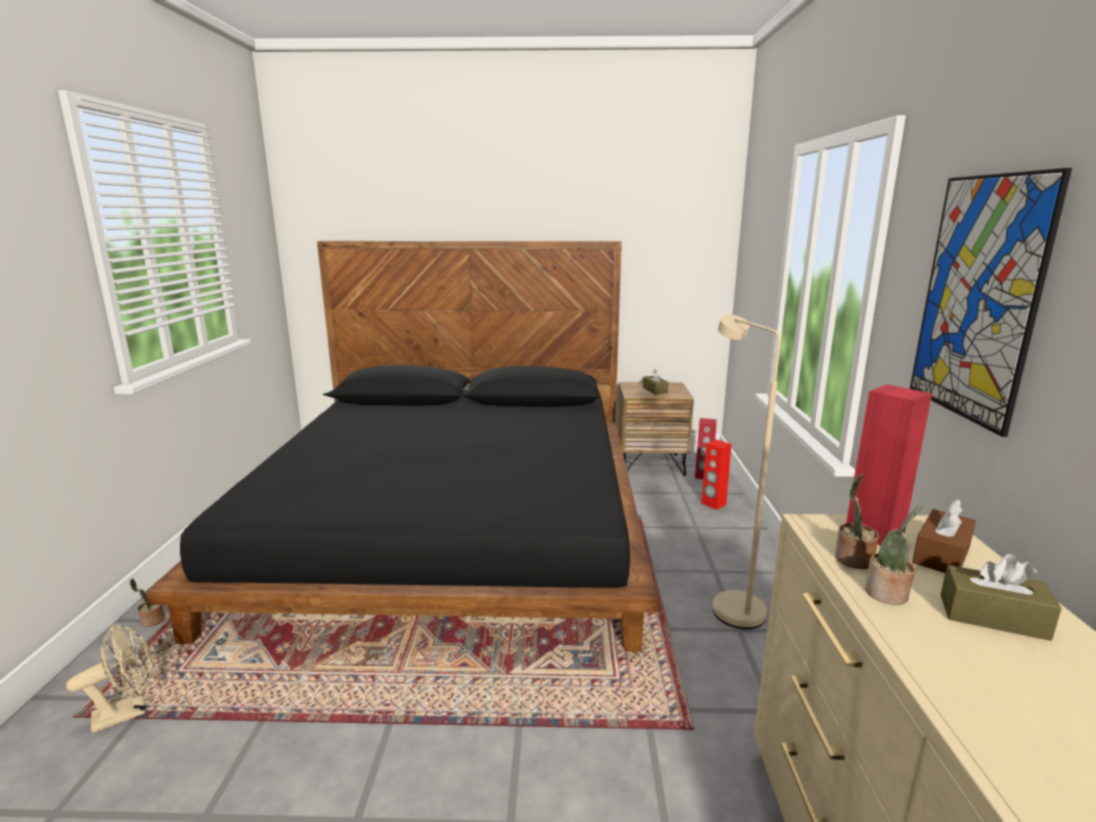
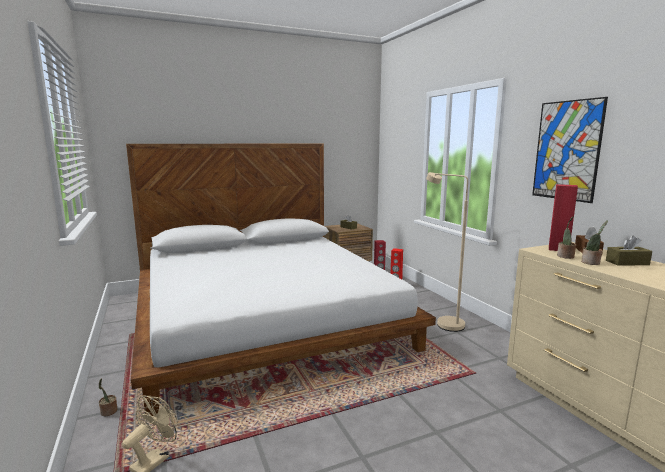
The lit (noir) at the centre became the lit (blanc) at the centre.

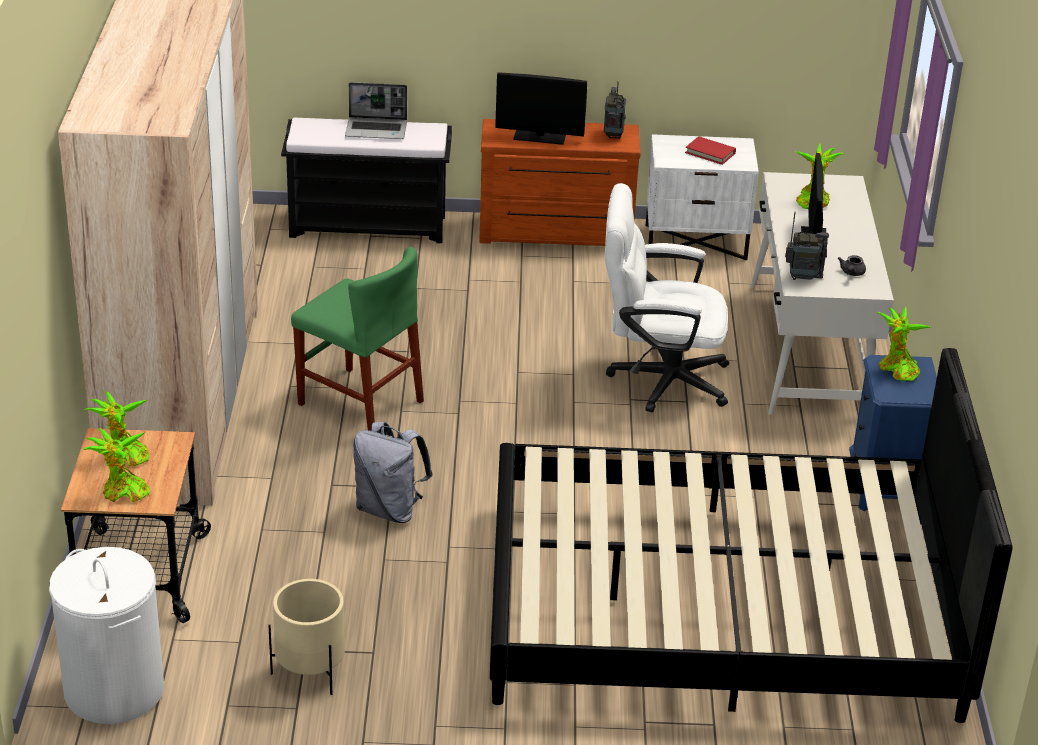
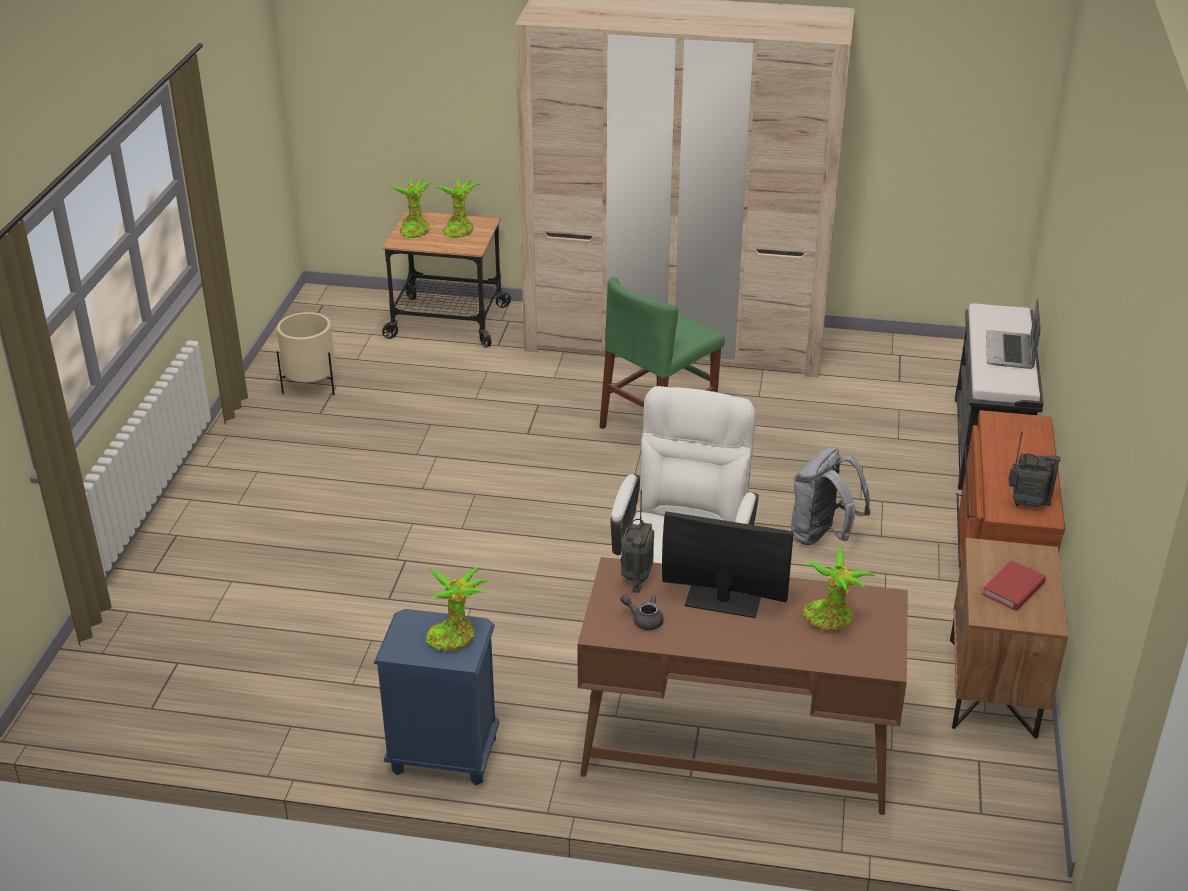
The écran d'ordinateur (1st from left) at the top centre disappeared. The table de chevet (blanc) at the top right became the table de chevet (marron) at the bottom right. The bureau (blanc) at the middle right became the bureau (marron) at the bottom centre. The lit (noir) at the bottom right disappeared. The sac à dos (gris) moved from the centre to the middle right. The panier à linge (blanc) at the bottom left disappeared.

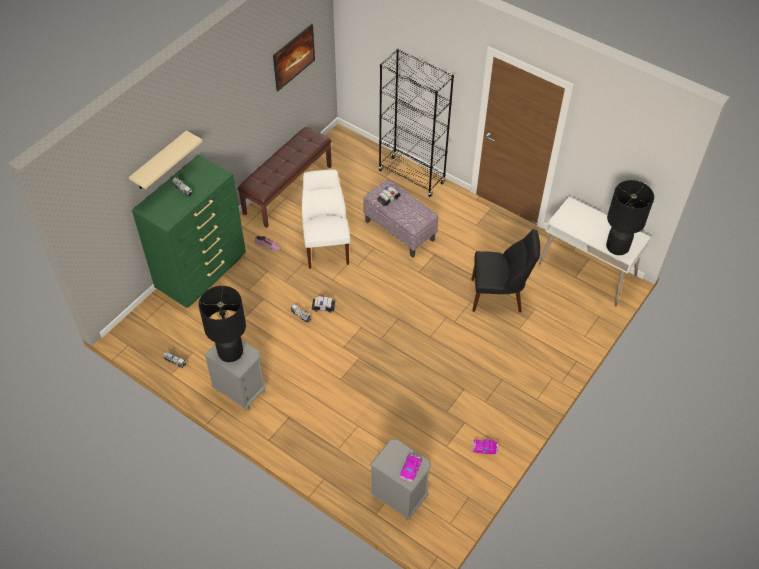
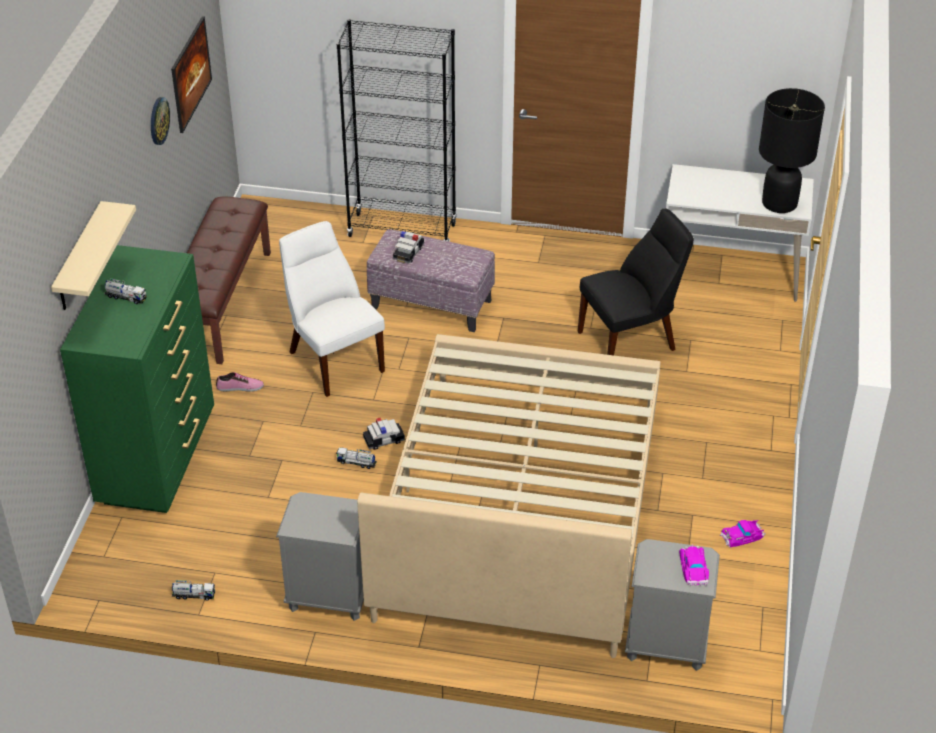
The lampe de table (noir) (1st from left) at the middle left disappeared. The horloge murale at the top left appeared. The lit (beige) at the bottom centre appeared.

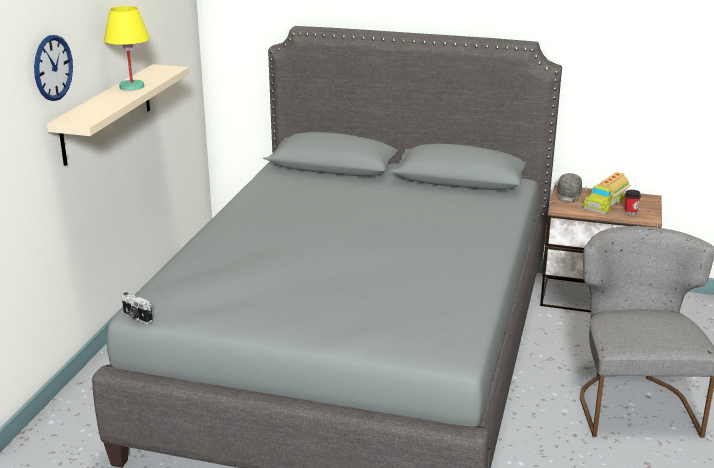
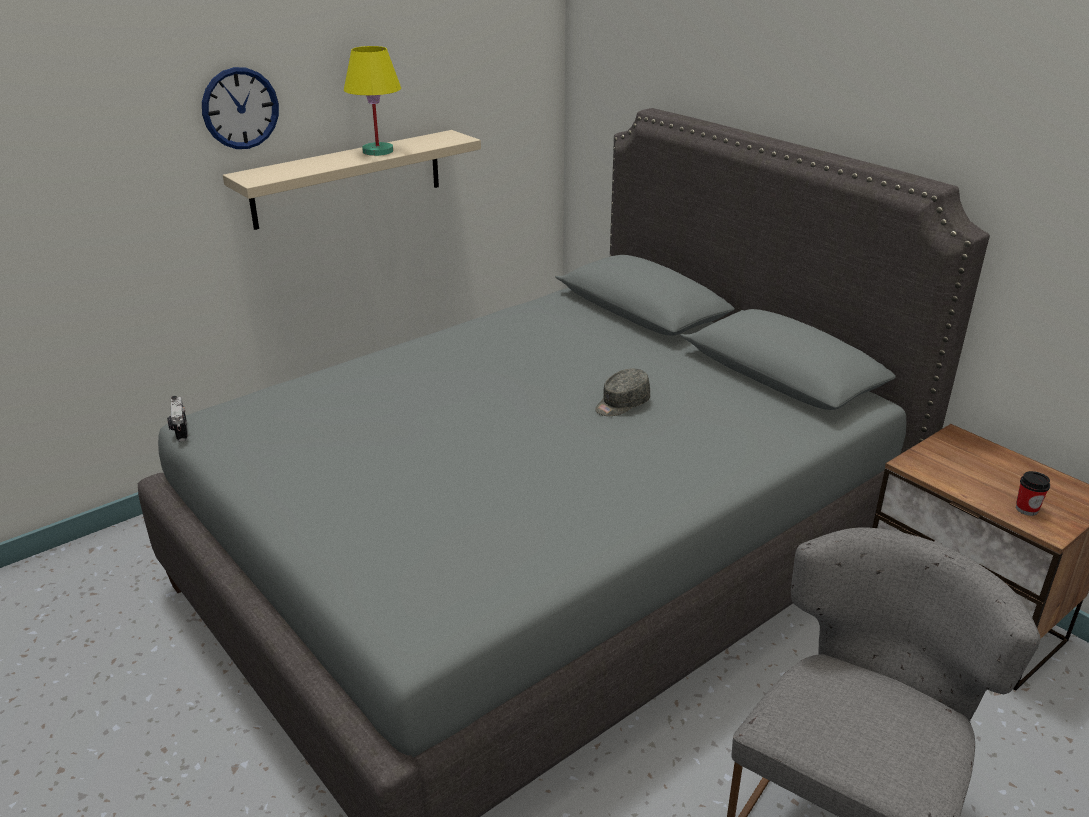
The camion jouet at the middle right disappeared. The casquette (gris) moved from the middle right to the centre.

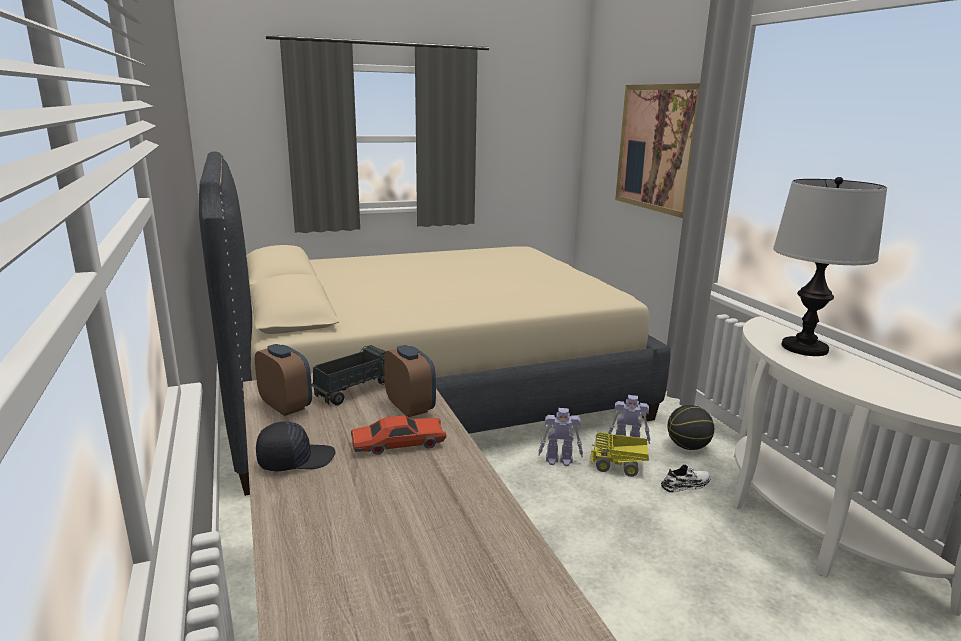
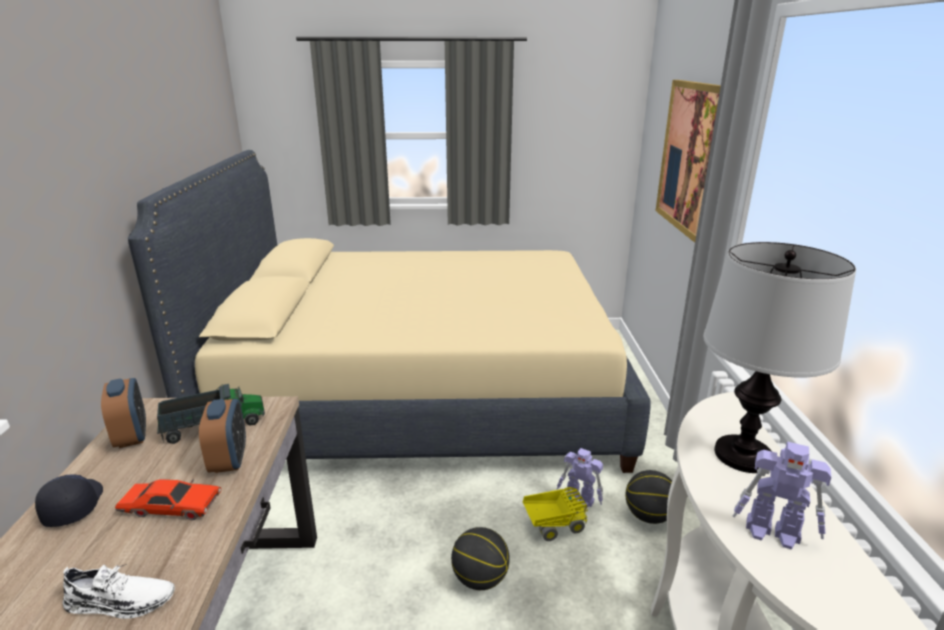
The robot jouet (1st from left in the first image) moved from the bottom centre to the bottom right. The casquette (noir) at the bottom left turned 105 degrees counterclockwise. The camion jouet (2nd from left) at the bottom centre turned 135 degrees clockwise. The chaussure (blanc) moved from the bottom right to the bottom left. The ballon de basket (1st from left) at the bottom centre appeared.

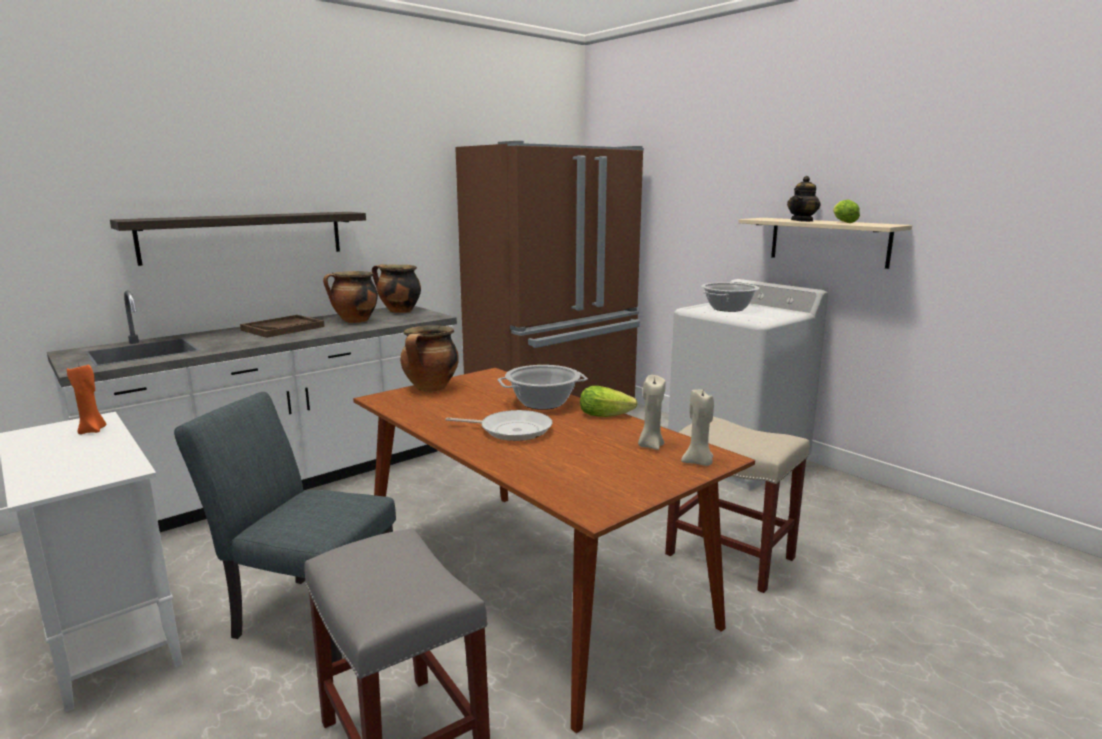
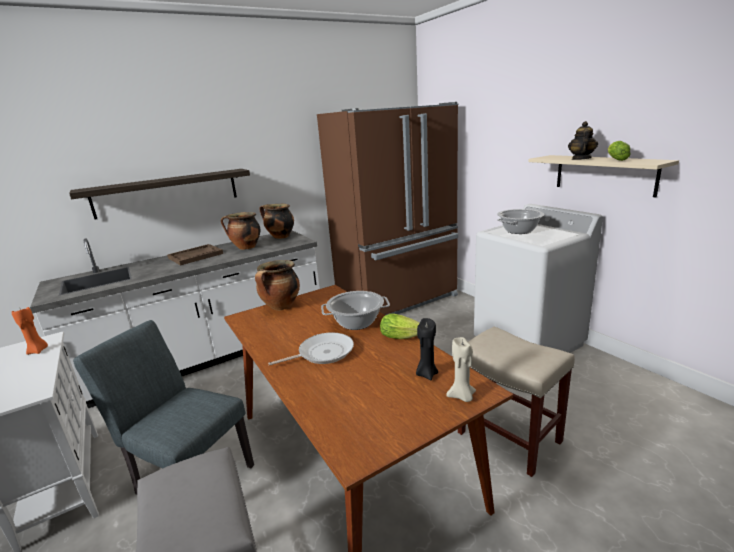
The théière at the top right turned 150 degrees clockwise. The bougie (beige) (1st from left) at the centre became the bougie (noir) at the centre. The poêle at the centre turned 45 degrees counterclockwise.

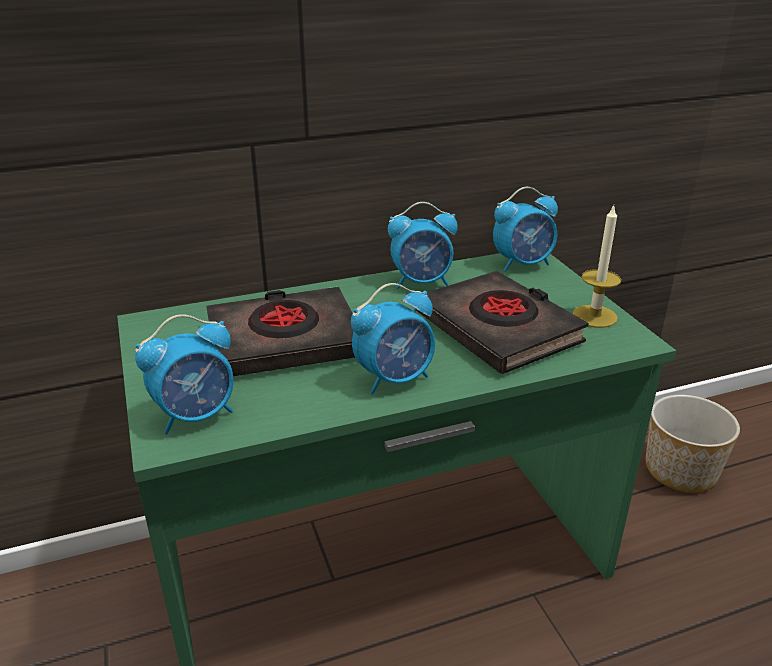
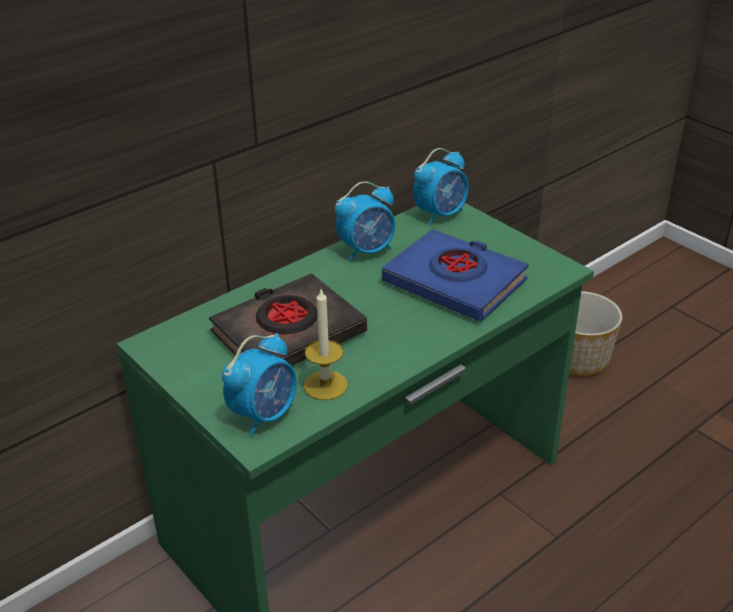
The bougie moved from the middle right to the centre. The livre (noir) (2nd from left) at the centre became the livre (bleu) at the centre. The réveil (2nd from left) at the centre disappeared.

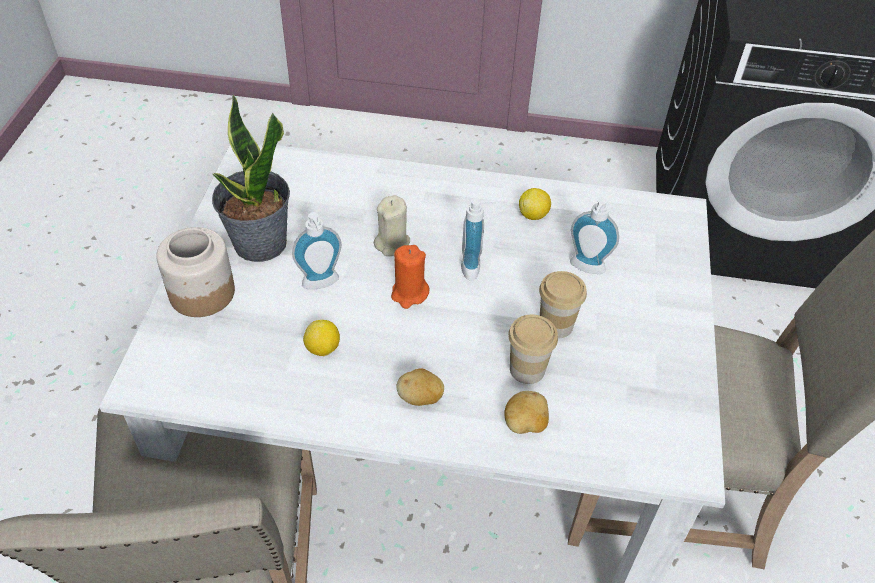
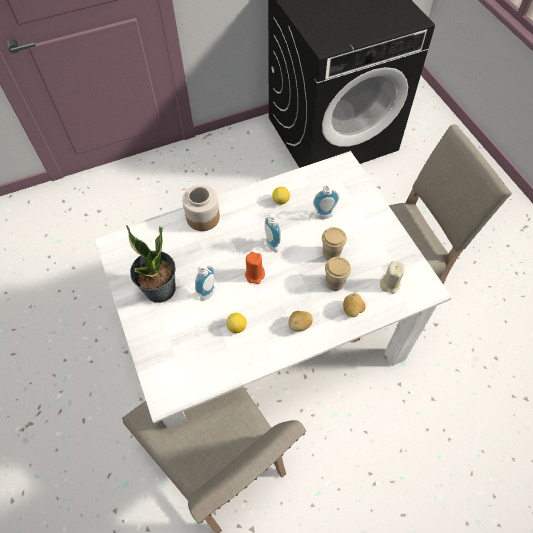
The bougie (beige) moved from the centre to the middle right. The bocal moved from the middle left to the centre.

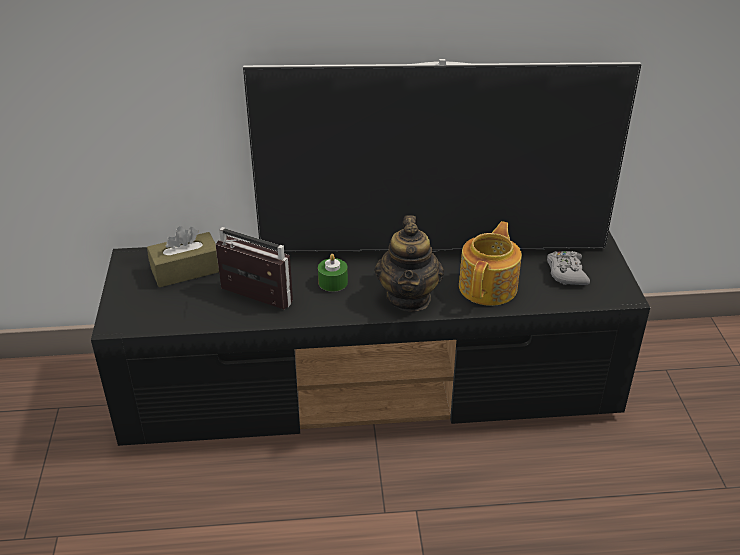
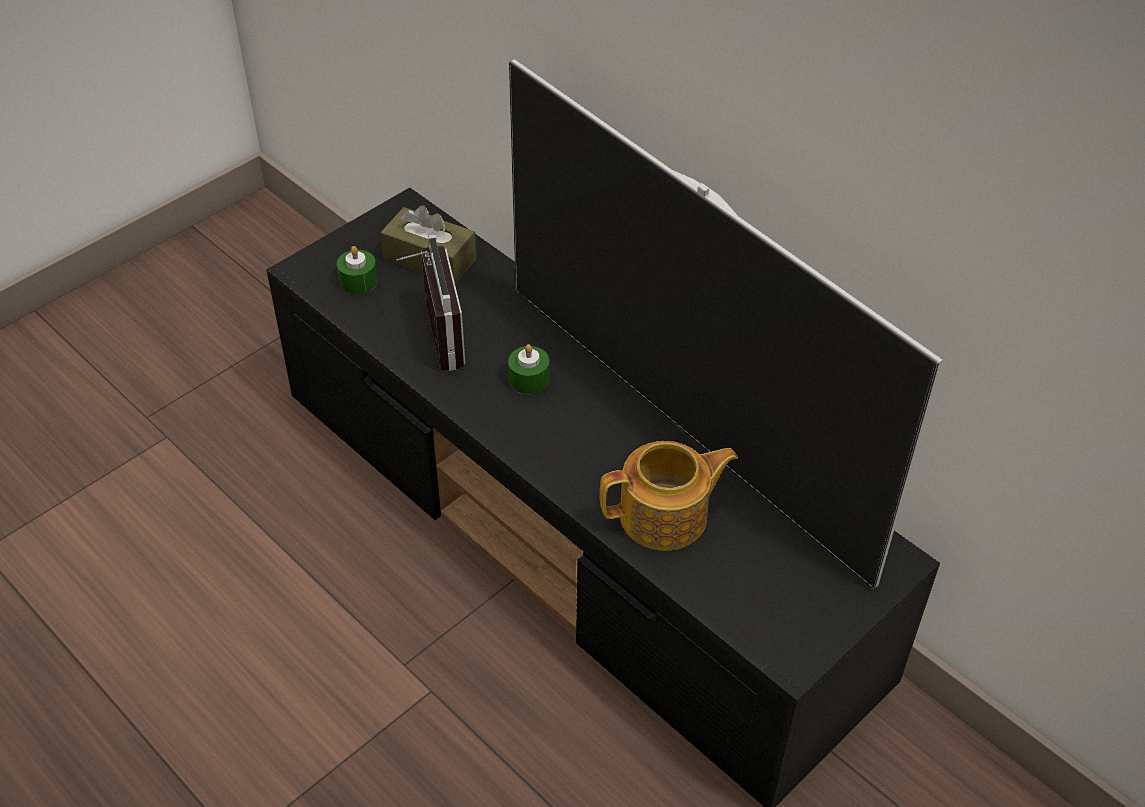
The théière (1st from left) at the centre disappeared. The manette (gris) at the middle right disappeared. The bougie (vert) (1st from left) at the middle left appeared.

